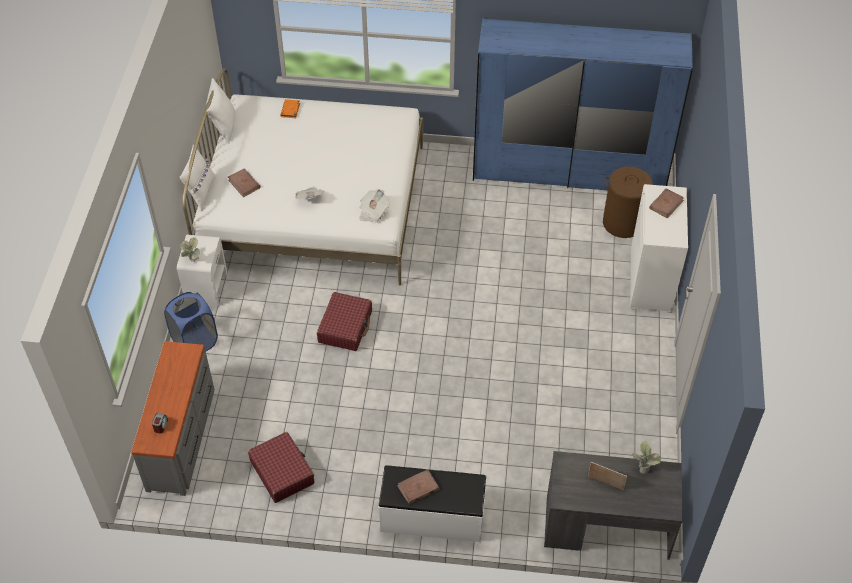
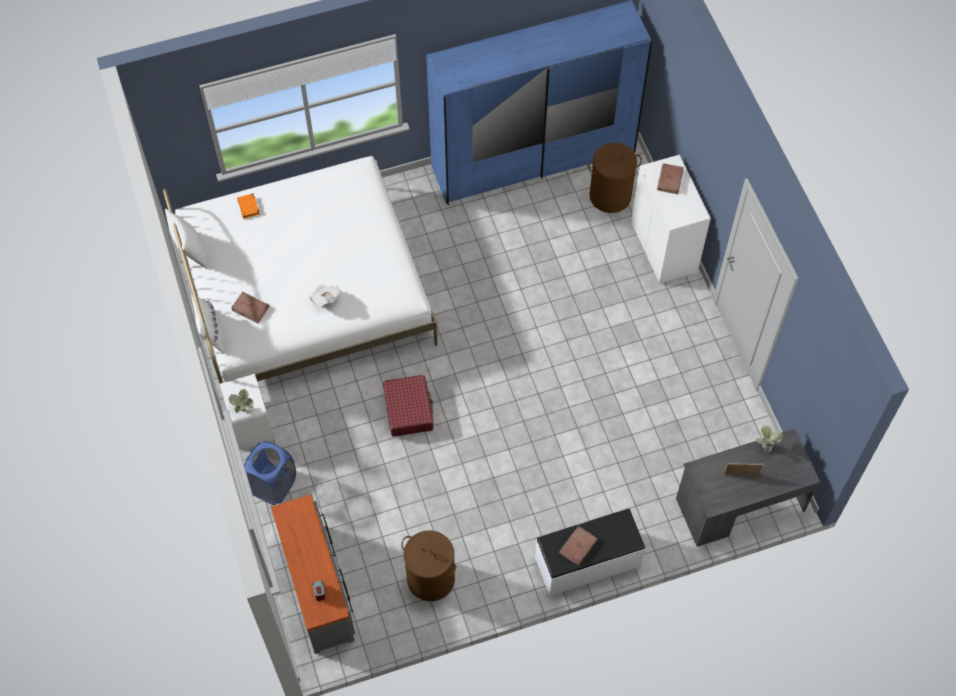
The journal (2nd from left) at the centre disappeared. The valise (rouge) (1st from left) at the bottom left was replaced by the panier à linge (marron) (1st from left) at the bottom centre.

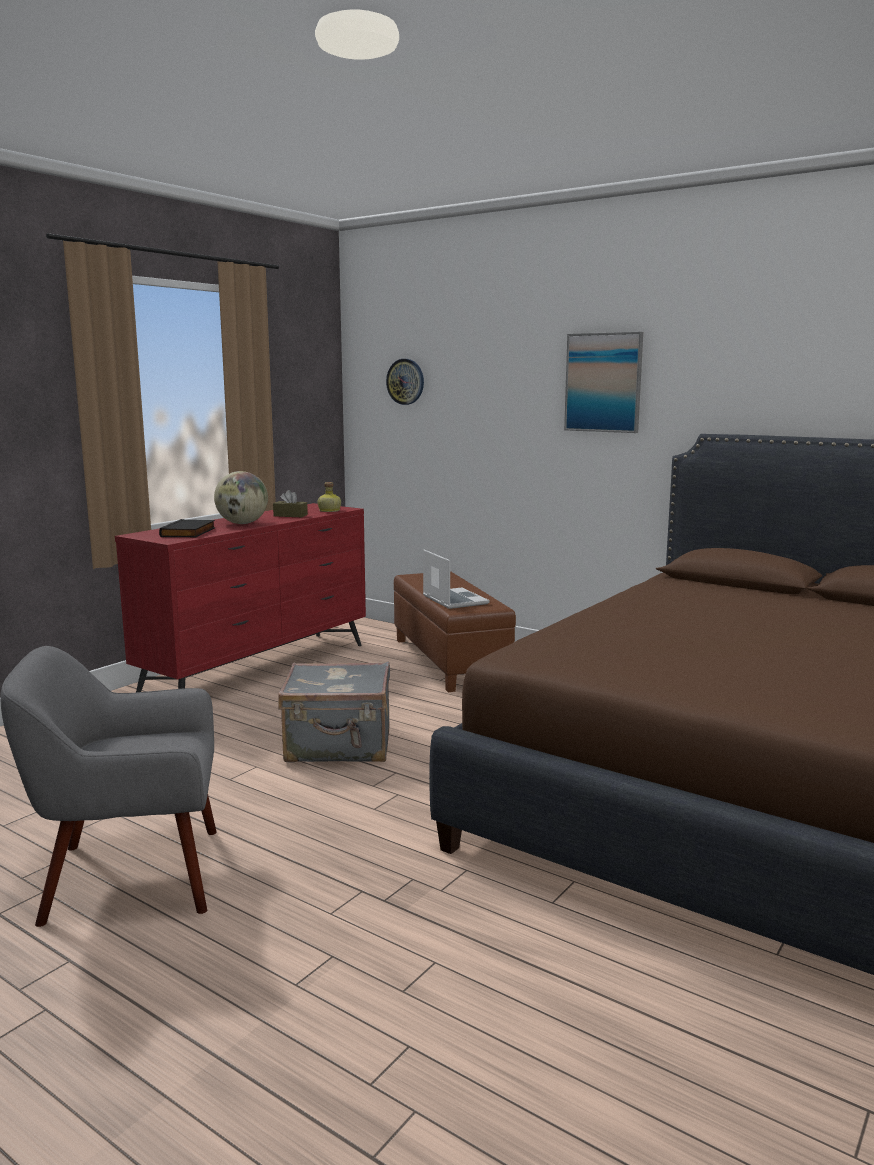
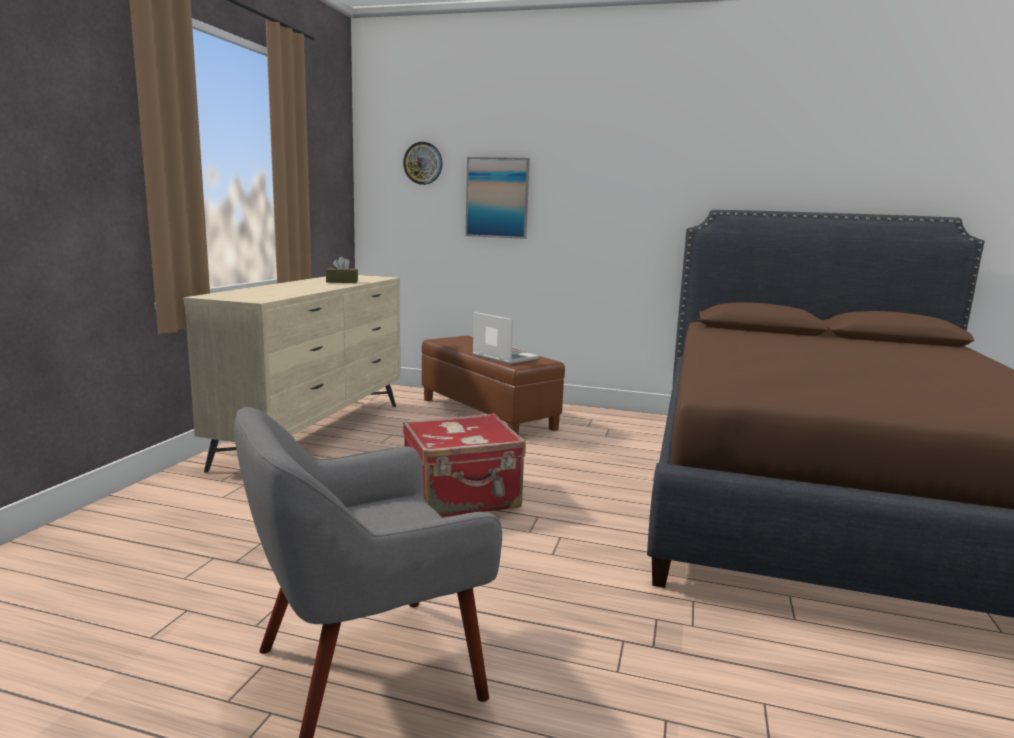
The tableau moved from the top right to the top centre. The globe at the middle left disappeared. The bouteille at the centre disappeared. The commode (rouge) at the middle left became the commode (beige) at the middle left. The livre (noir) at the middle left disappeared. The valise (gris) at the centre became the valise (rouge) at the centre.

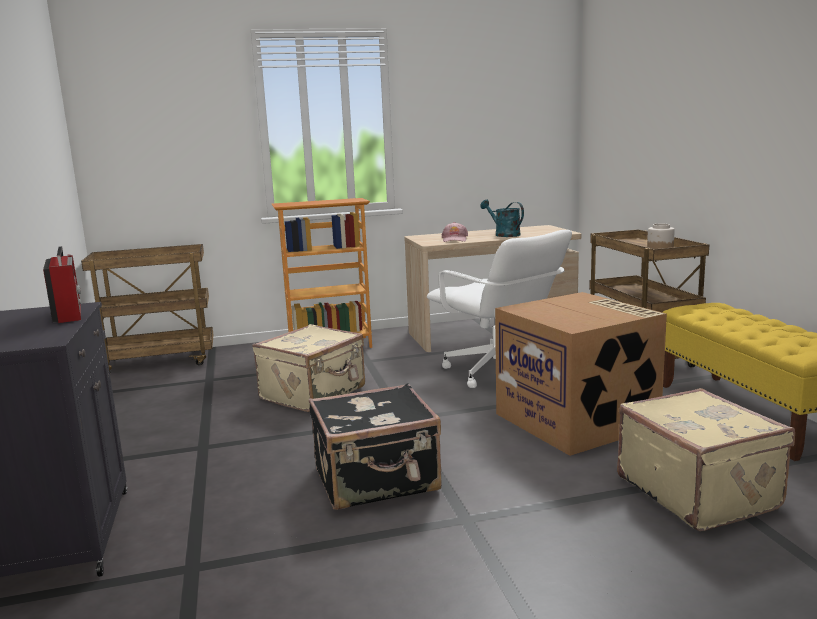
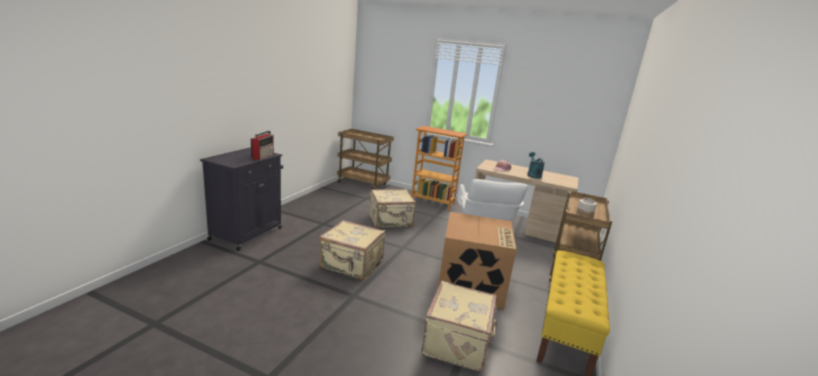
The valise (noir) at the bottom centre became the valise (beige) (1st from left) at the centre.

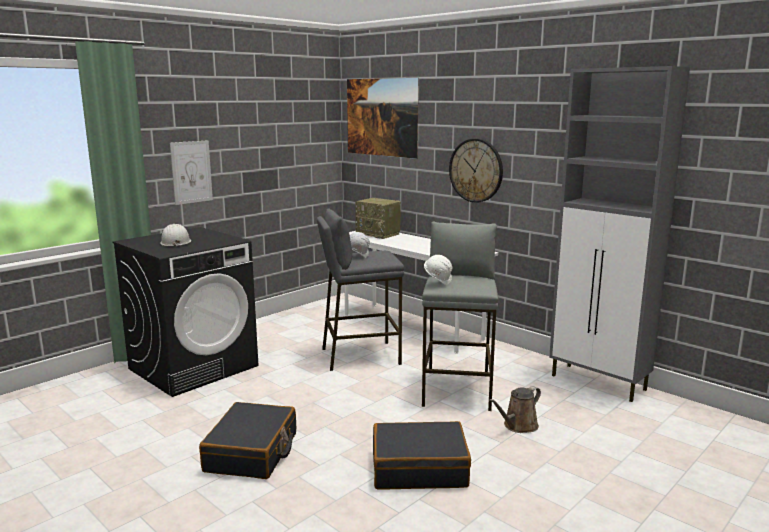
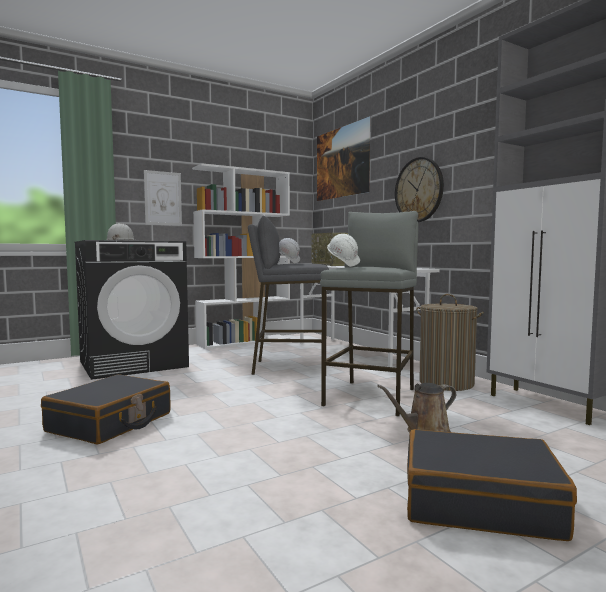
The valise (noir) (2nd from left) moved from the bottom centre to the bottom right. The bibliothèque (blanc) at the centre appeared. The panier à linge at the middle right appeared.

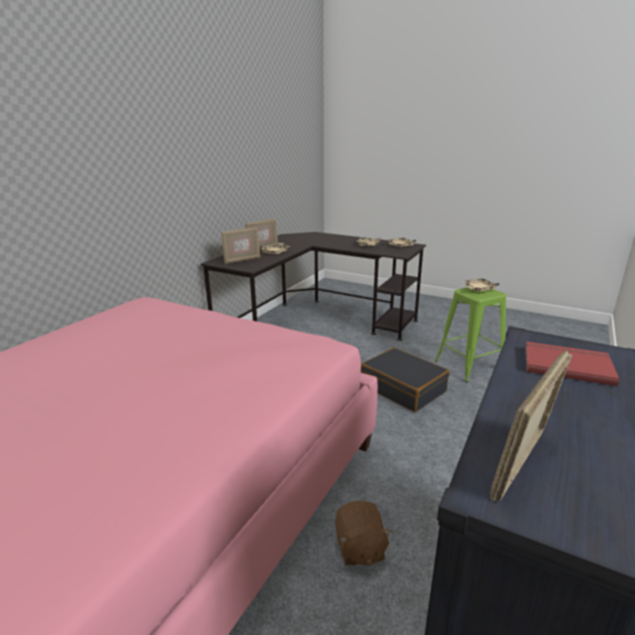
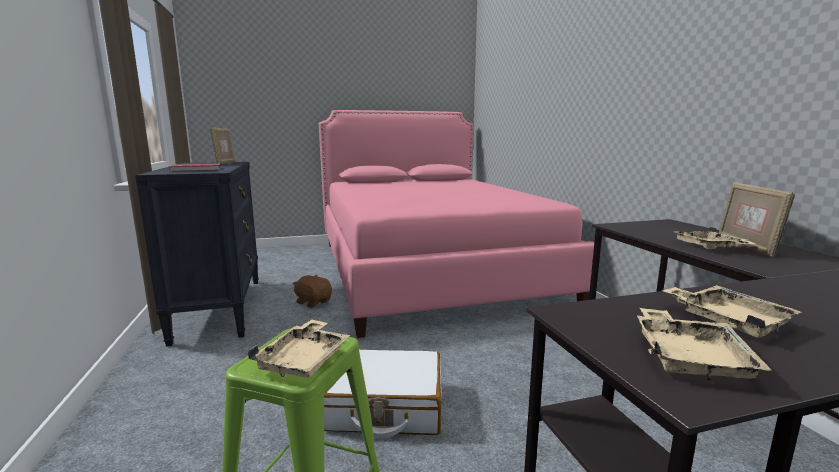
The cadre photo (1st from left) at the centre disappeared. The valise (noir) at the centre became the valise (blanc) at the bottom centre.

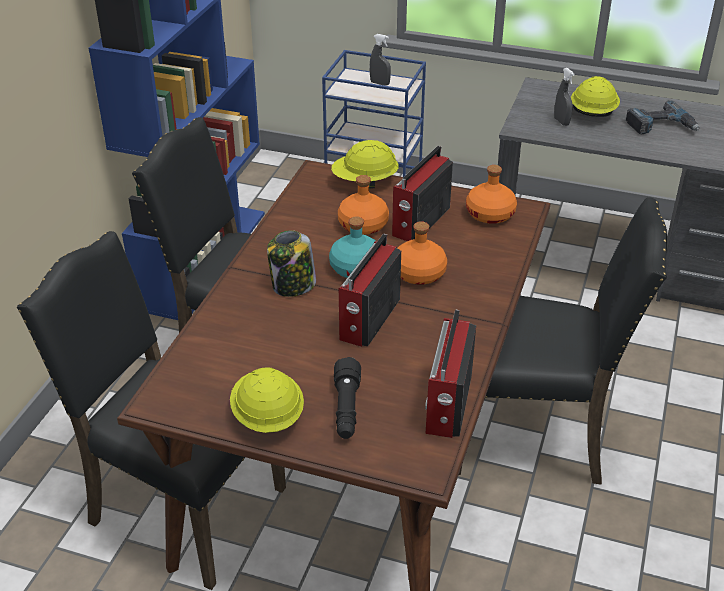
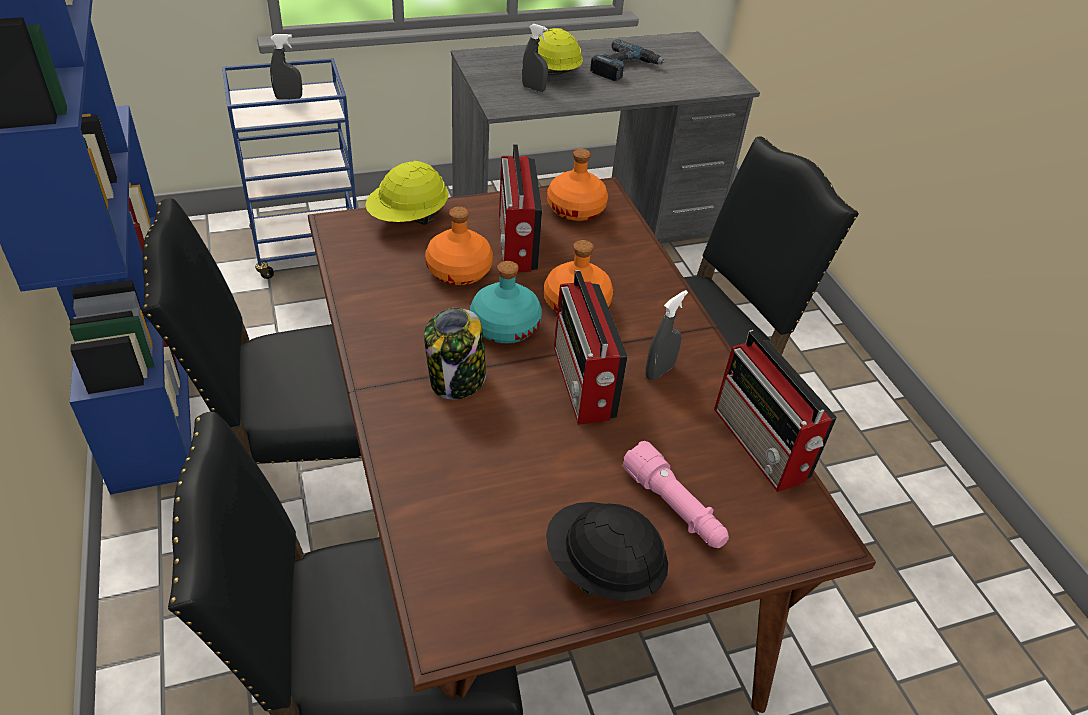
The lampe de poche (noir) at the bottom centre became the lampe de poche (rose) at the bottom centre. The casque de chantier (jaune) (1st from left) at the bottom centre became the casque de chantier (noir) at the bottom centre. The vaporisateur (gris) (3rd from left) at the centre appeared.

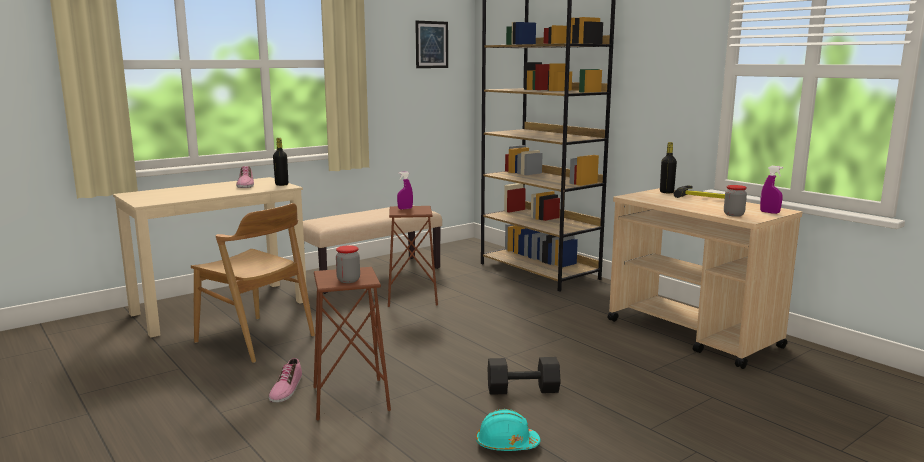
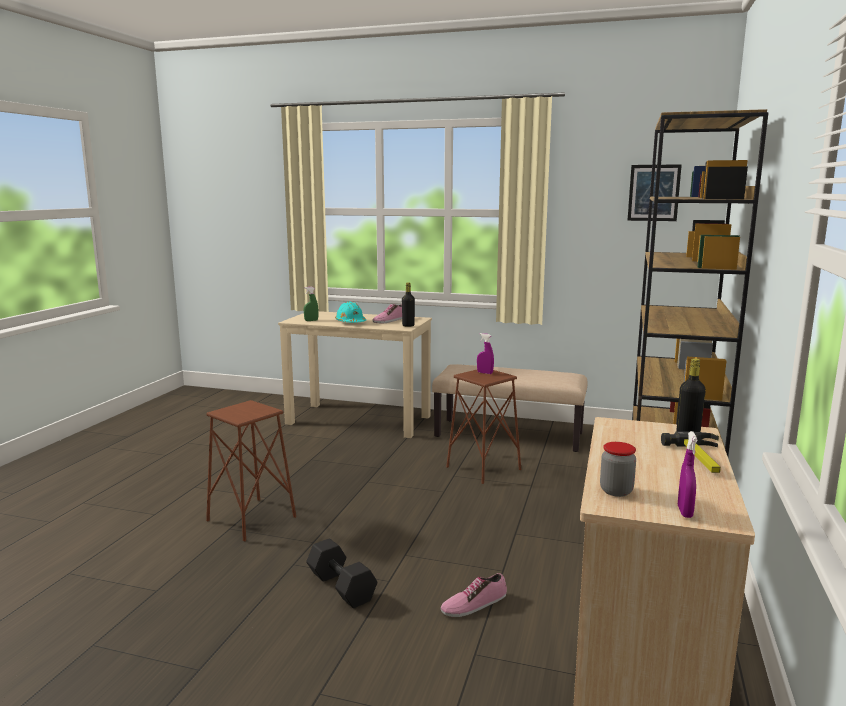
The chaise (marron) at the middle left disappeared. The bocal (1st from left) at the centre disappeared. The chaussure (2nd from left) moved from the bottom left to the bottom centre. The casque de chantier (turquoise) moved from the bottom centre to the centre. The vaporisateur (vert) at the centre appeared.

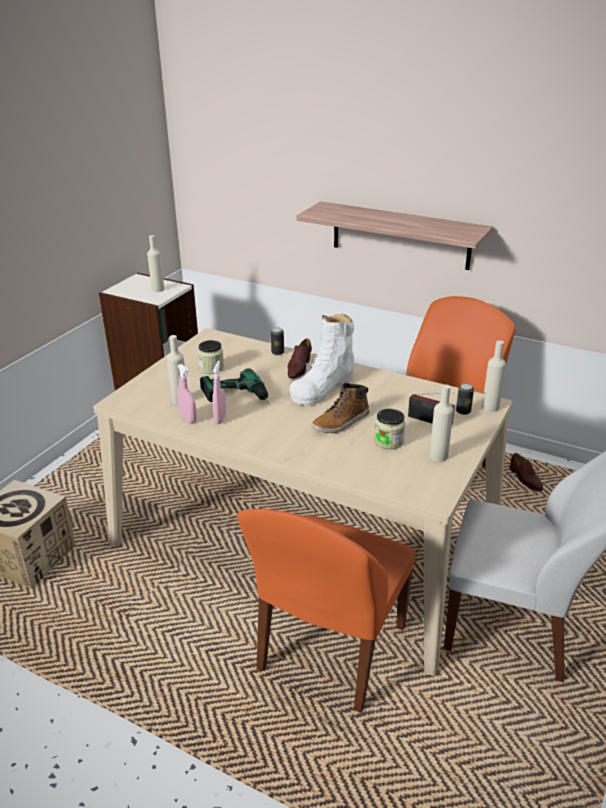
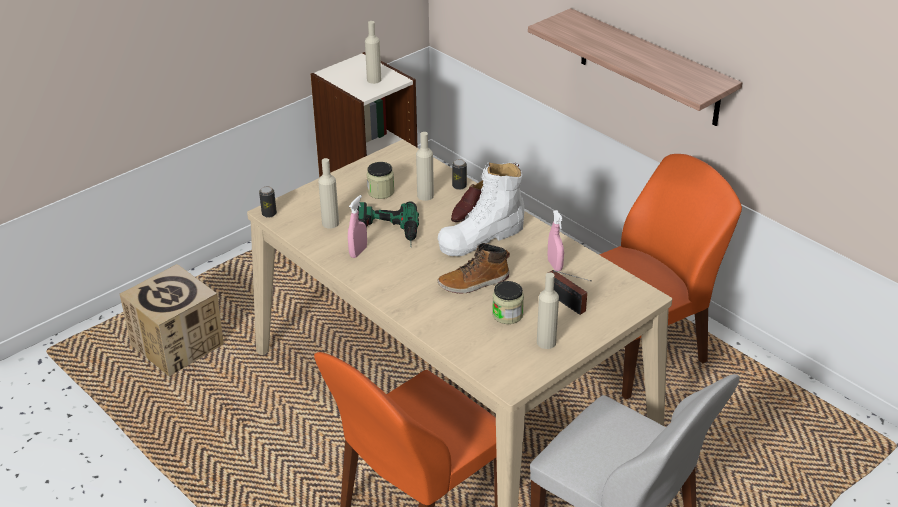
The bouteille (beige) (4th from left in the first image) moved from the middle right to the top centre. The vaporisateur (rose) (1st from left in the first image) moved from the middle left to the centre. The boîte métallique (2nd from left in the first image) moved from the middle right to the middle left. The chaussure (marron) (2nd from left) at the middle right disappeared.

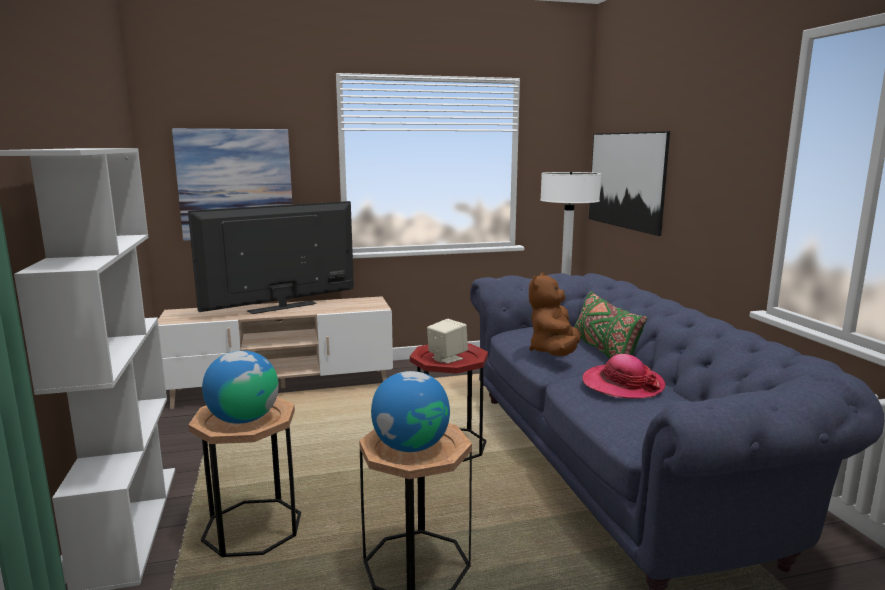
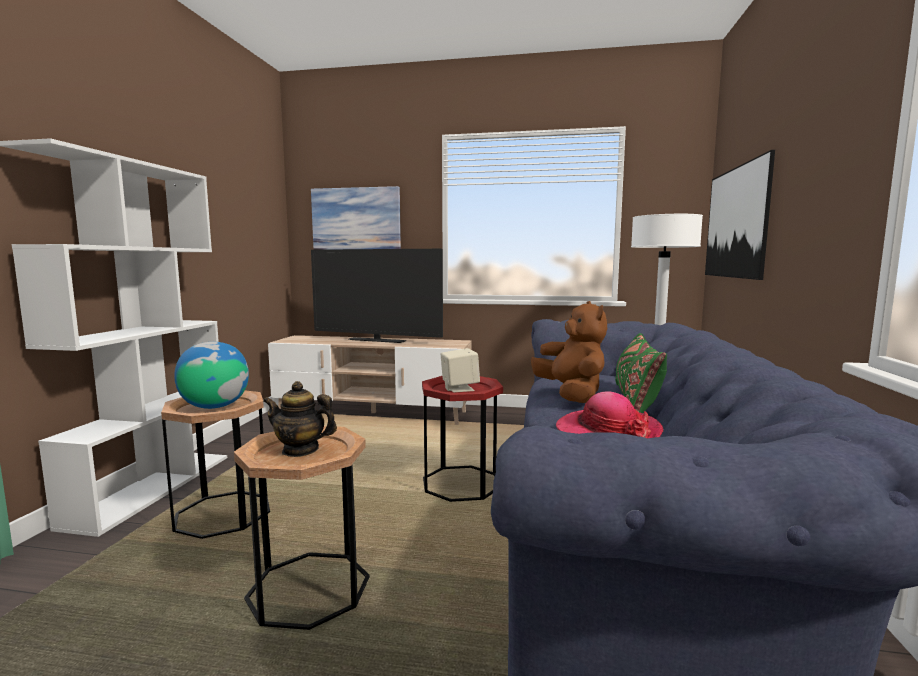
The téléviseur at the middle left turned 150 degrees counterclockwise. The peluche (marron) at the centre turned 120 degrees clockwise. The globe (2nd from left) at the bottom centre was replaced by the théière at the middle left.

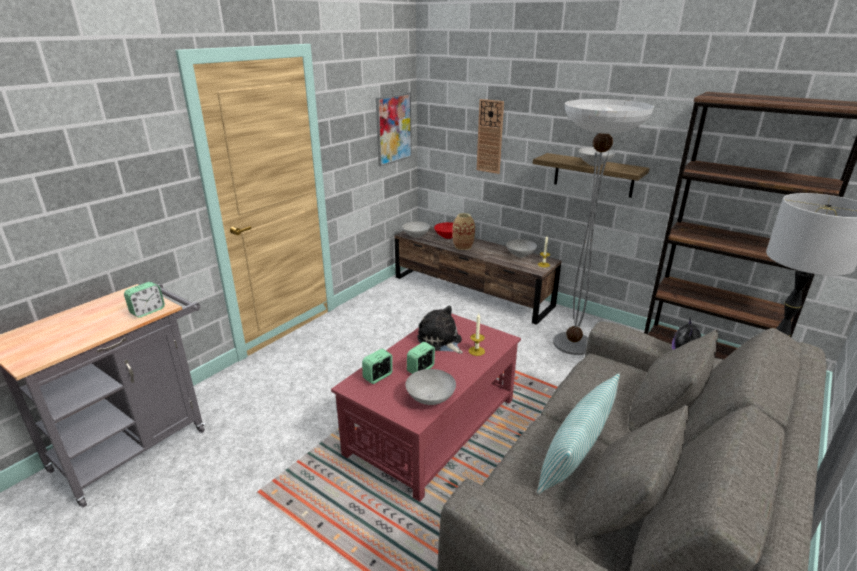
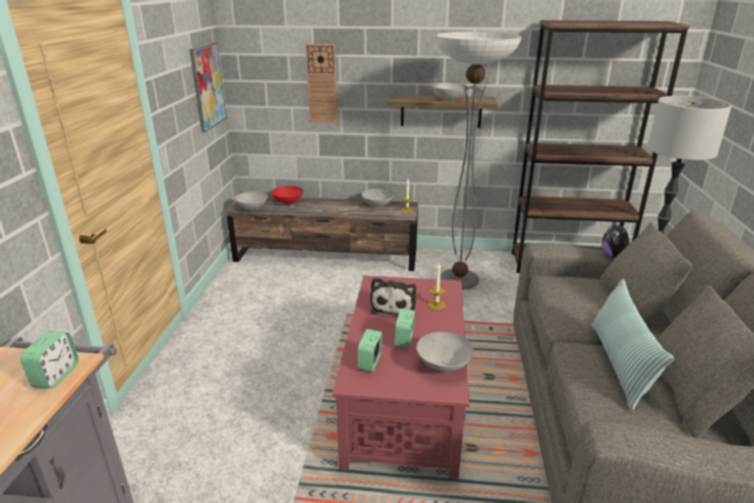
The vase at the centre disappeared. The peluche (1st from left) at the centre turned 105 degrees counterclockwise.

